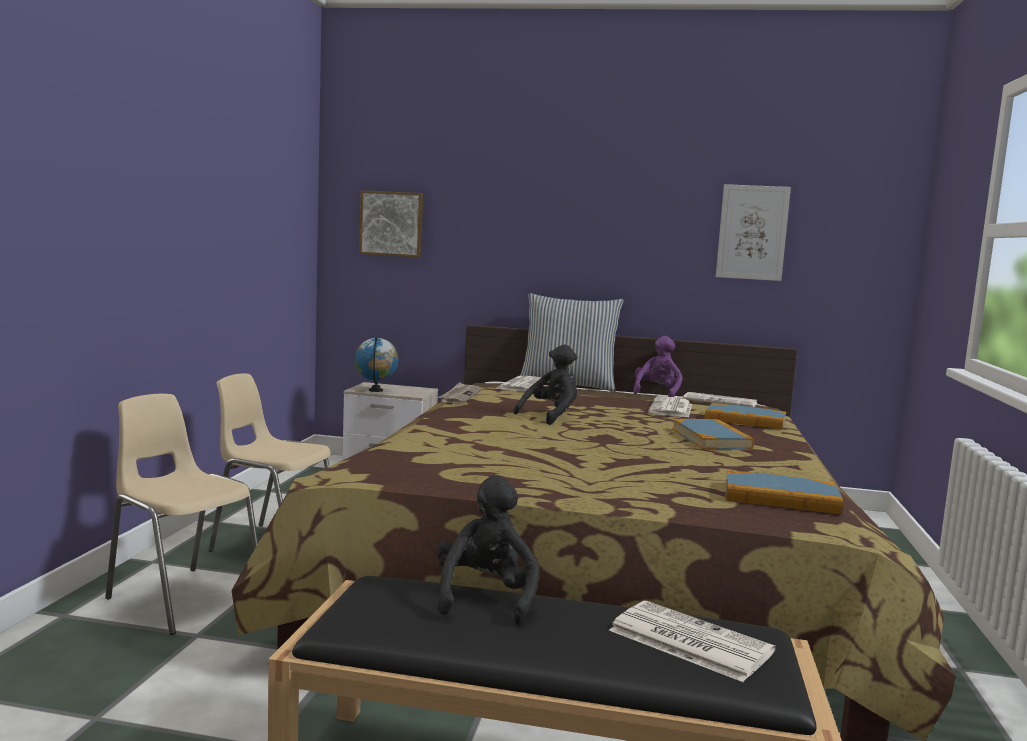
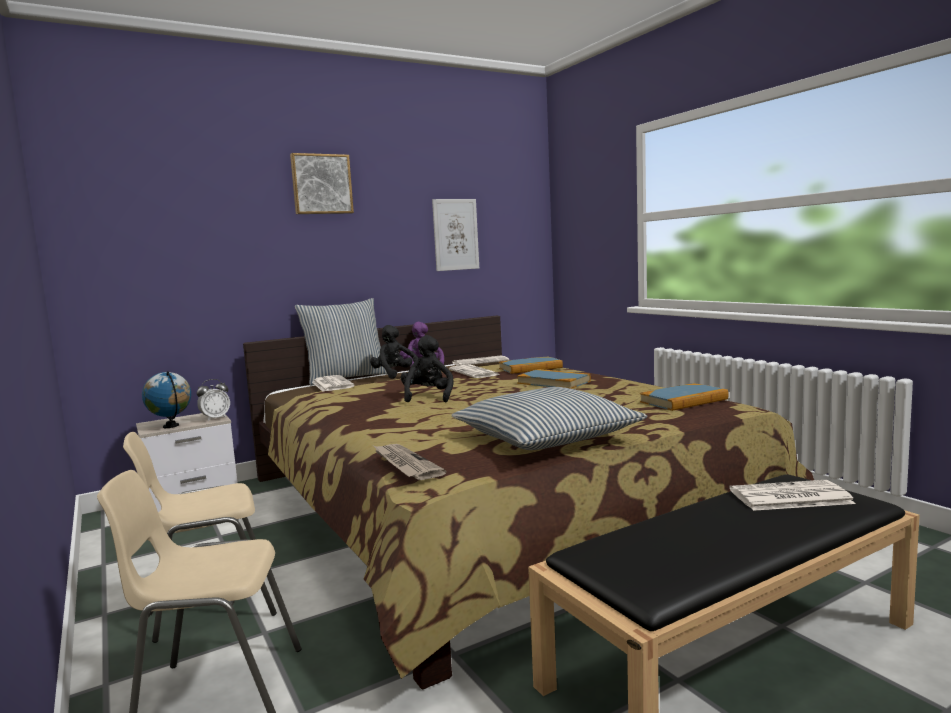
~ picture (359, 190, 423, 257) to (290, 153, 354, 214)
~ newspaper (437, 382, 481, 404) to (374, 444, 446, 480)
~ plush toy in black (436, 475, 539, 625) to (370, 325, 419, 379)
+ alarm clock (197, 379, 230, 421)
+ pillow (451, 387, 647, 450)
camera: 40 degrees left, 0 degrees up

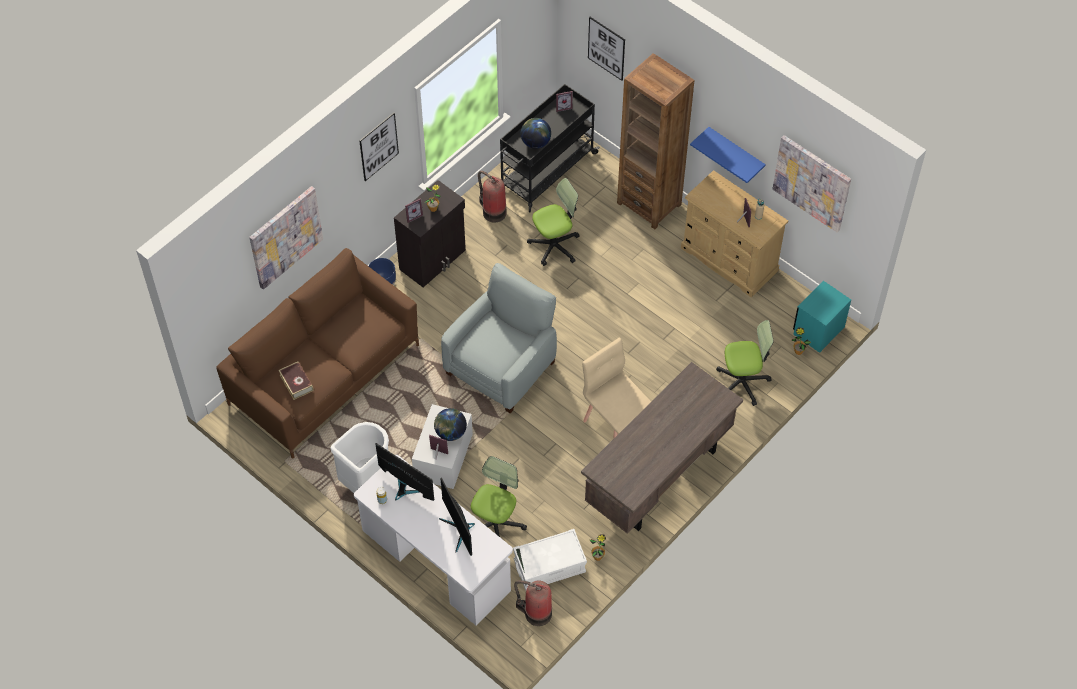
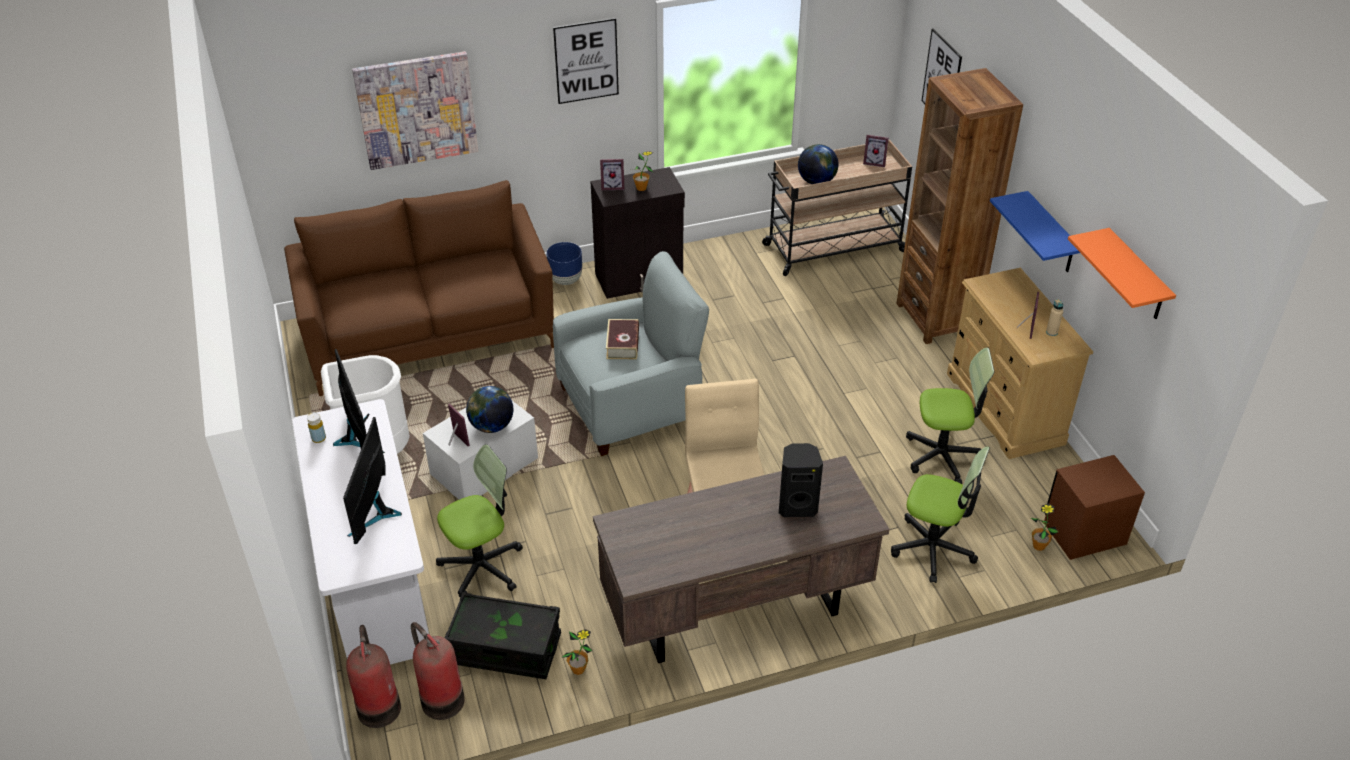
~ cart in black (500, 84, 600, 212) to cart in beige (762, 140, 912, 276)
~ picture (773, 135, 851, 232) to shelf in orange (1068, 228, 1176, 319)
~ fire extinguisher (478, 171, 506, 222) to (346, 625, 401, 728)
~ office chair (527, 178, 580, 266) to (906, 348, 995, 484)
~ nightstand in turquoise (793, 281, 851, 353) to nightstand in brown (1044, 455, 1145, 560)
~ book (279, 361, 314, 400) to (606, 319, 639, 359)
~ storage box in white (513, 529, 587, 590) to storage box in black (444, 592, 561, 679)
+ speaker in black (779, 443, 823, 517)
camera: 30 degrees right, 15 degrees down

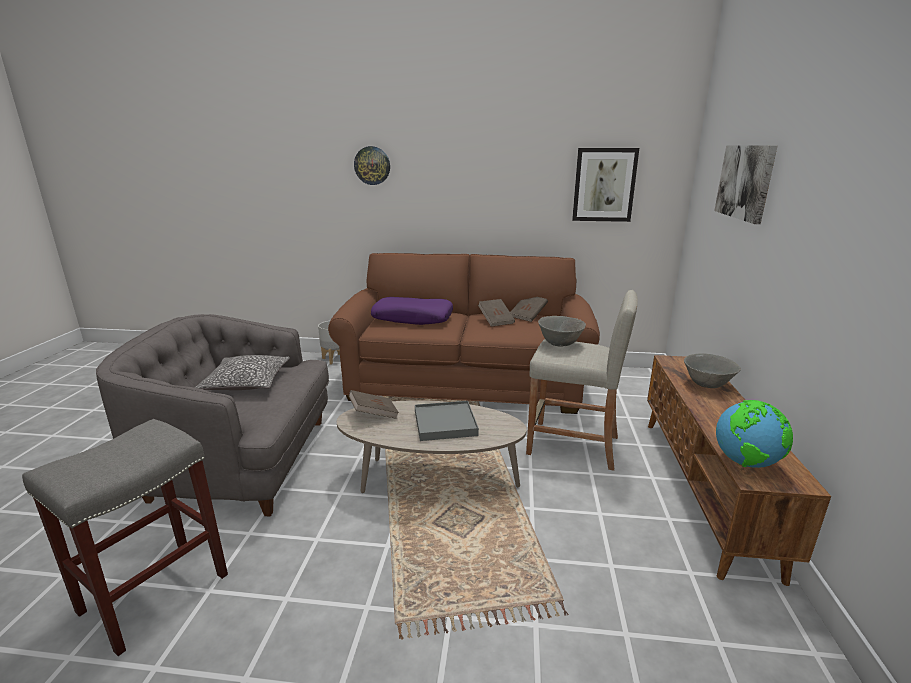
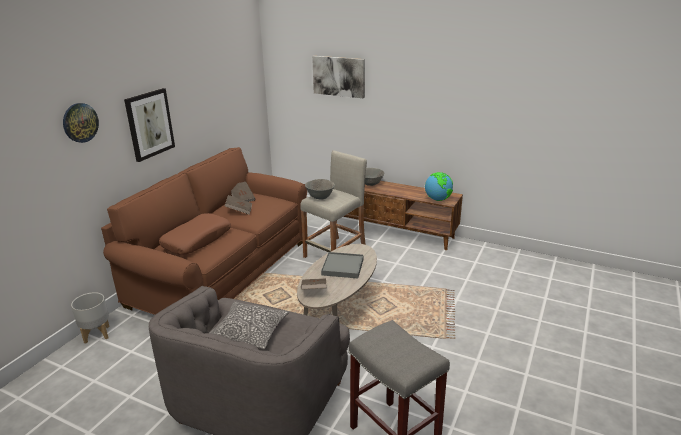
~ picture (572, 148, 639, 222) to (124, 88, 175, 162)
~ pillow in purple (371, 297, 453, 325) to pillow in brown (159, 213, 231, 255)
camera: 70 degrees left, 5 degrees up

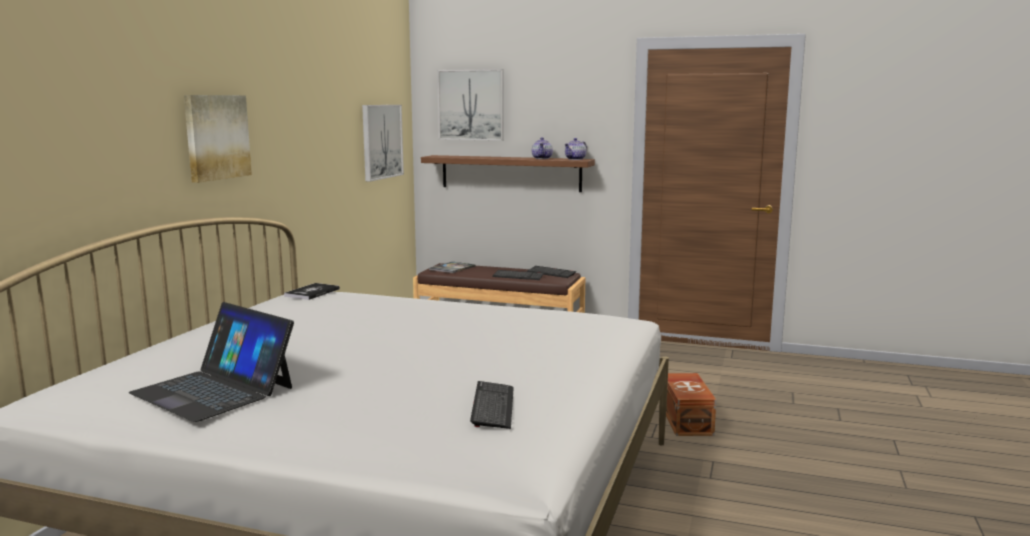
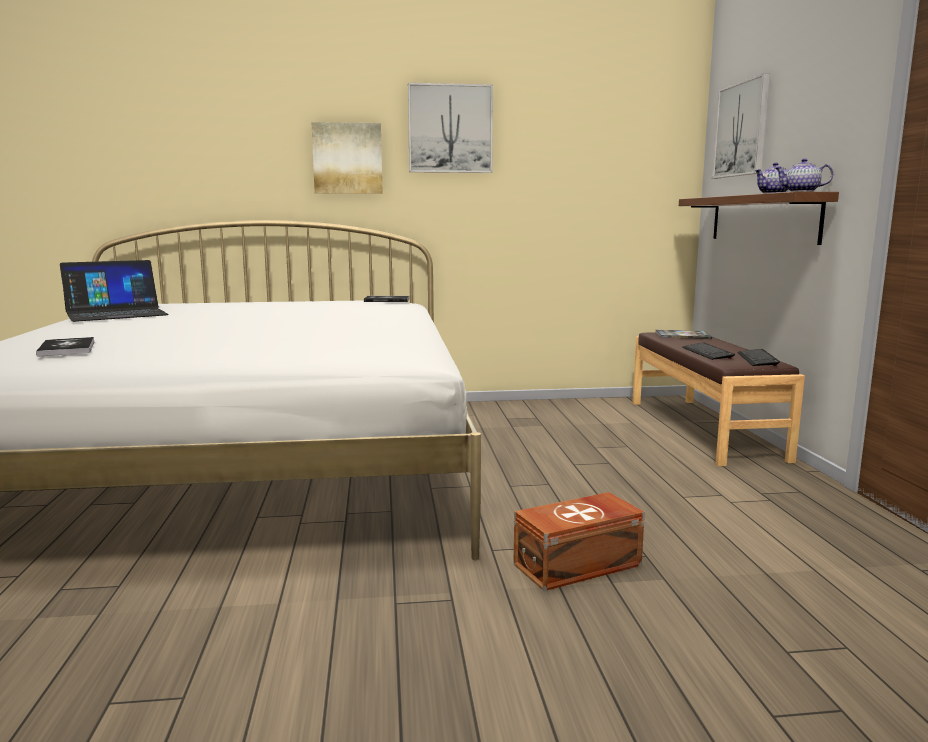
~ picture (362, 105, 404, 182) to (408, 83, 493, 173)
~ laptop (129, 302, 294, 422) = (60, 260, 169, 322) 135 degrees counterclockwise
~ keyboard (470, 381, 514, 429) to book (36, 337, 94, 357)
camera: 65 degrees right, 0 degrees up

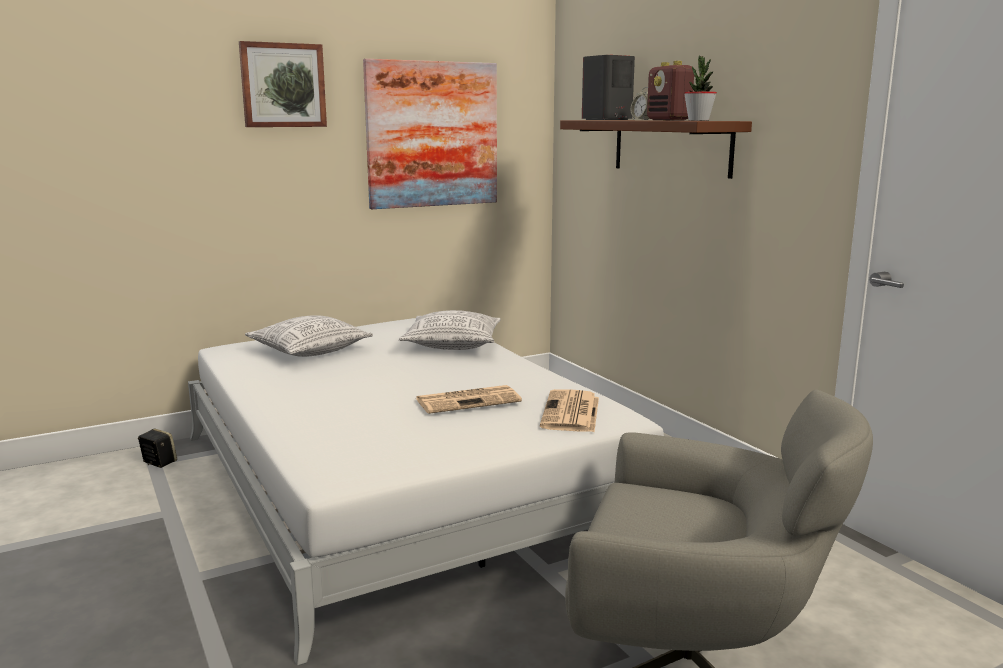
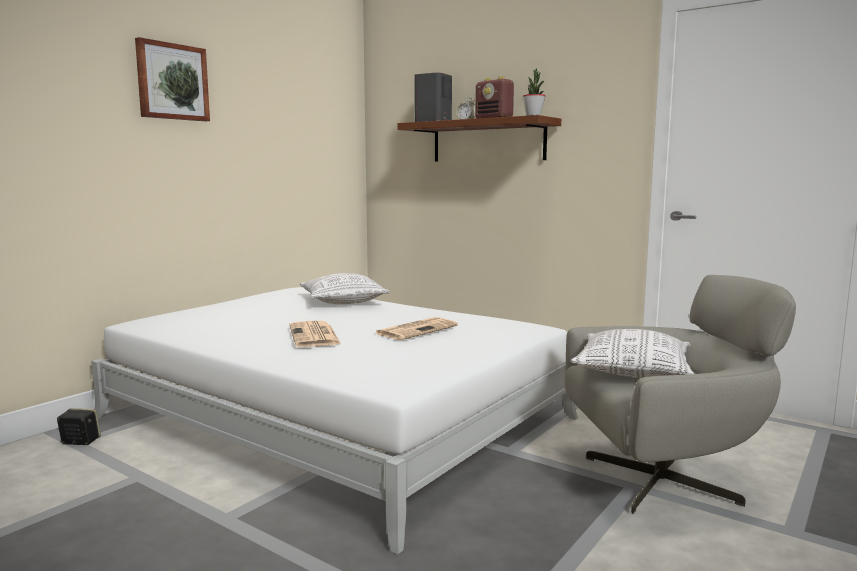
- picture (363, 59, 497, 209)
~ pillow (245, 315, 373, 357) to (571, 329, 694, 378)
~ newspaper (540, 389, 599, 432) to (289, 321, 341, 347)
camera: 25 degrees left, 5 degrees down

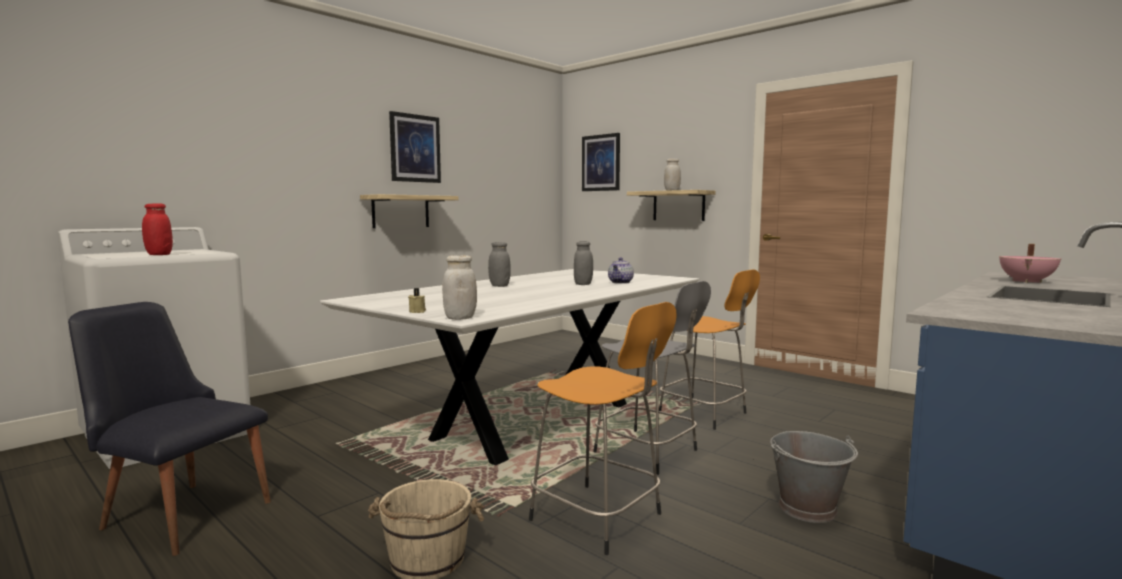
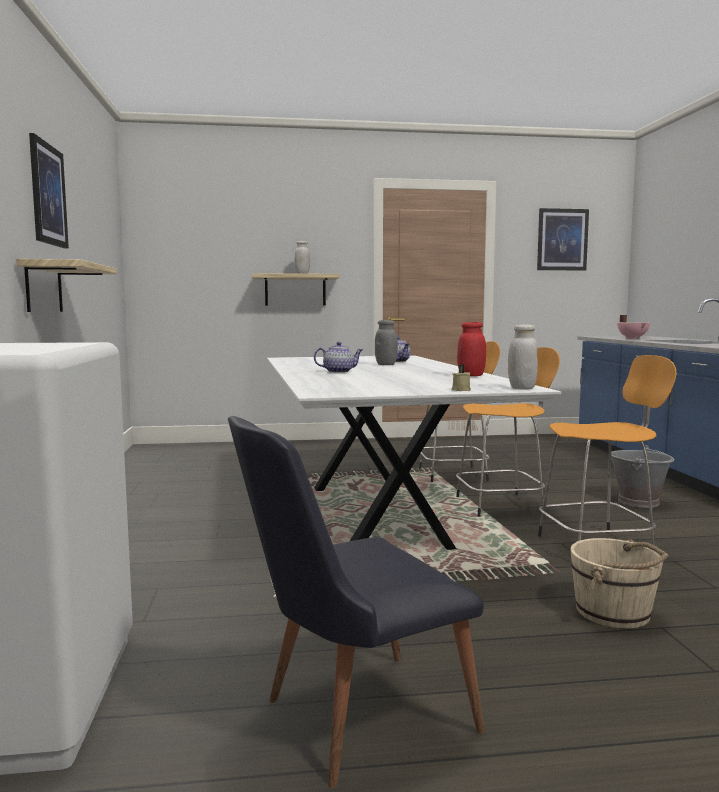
~ picture (582, 133, 620, 191) to (537, 208, 589, 271)
~ jar in red (142, 203, 173, 255) to (457, 322, 486, 376)
~ jar in grey (488, 242, 511, 287) to teapot (314, 342, 363, 373)
~ stool in grey (594, 281, 711, 475) to stool in orange (456, 347, 560, 517)
camera: 50 degrees left, 0 degrees up

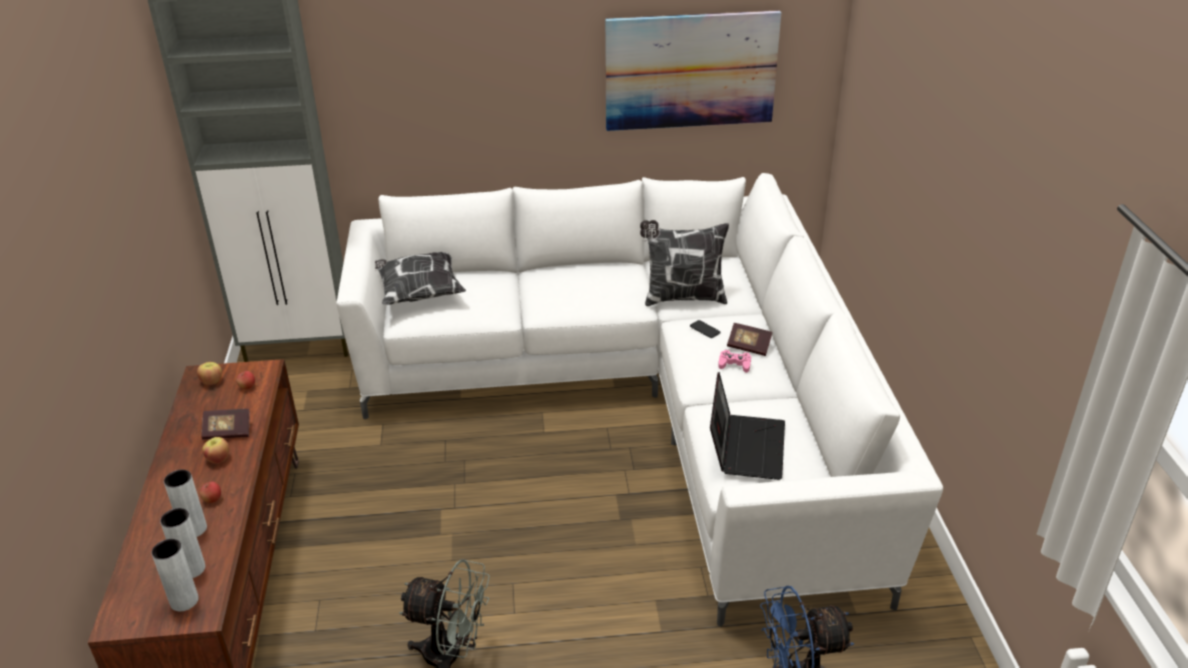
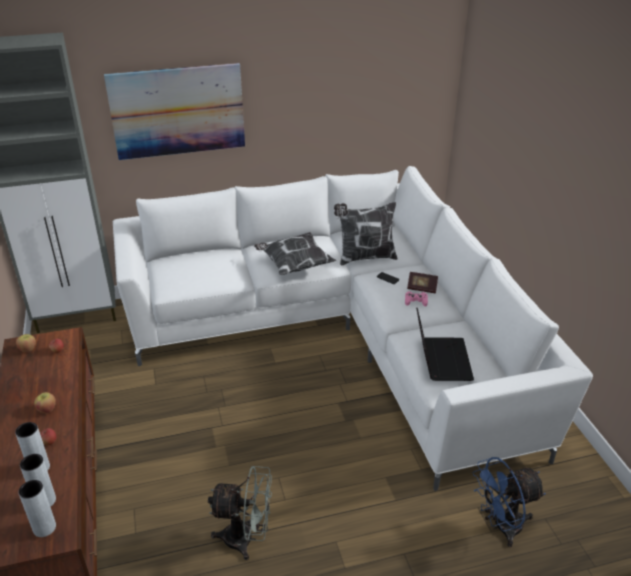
~ picture (605, 10, 781, 131) to (104, 63, 245, 160)
~ pillow (375, 252, 466, 305) to (254, 232, 336, 275)
- book (201, 409, 250, 439)
camera: 10 degrees left, 0 degrees up

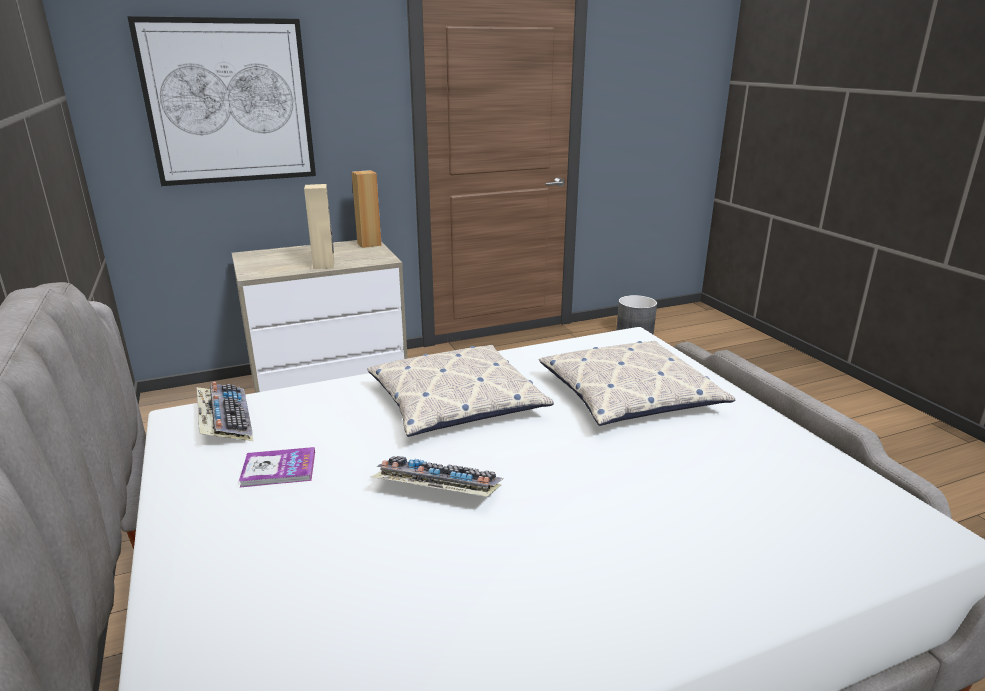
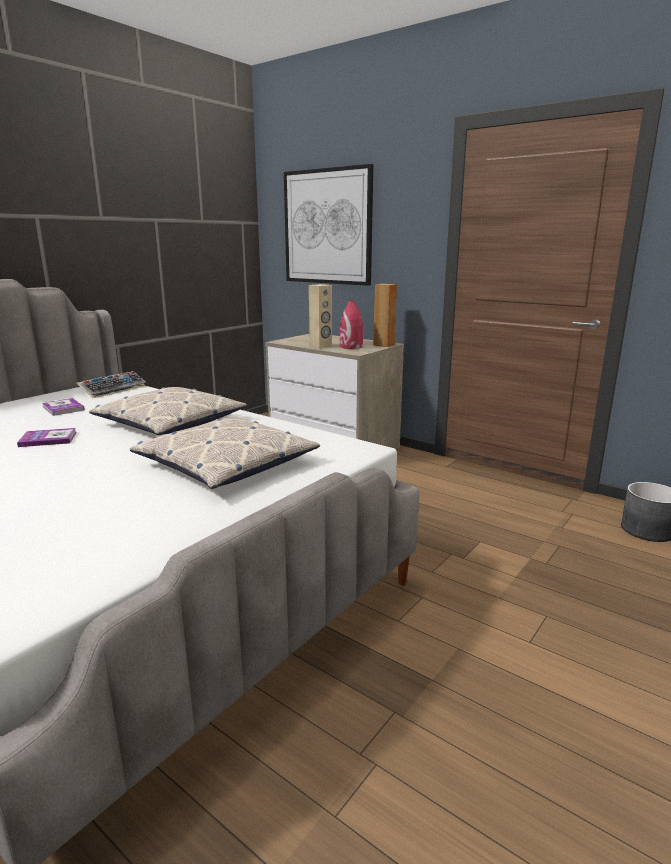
~ keyboard (371, 456, 504, 497) to book (17, 428, 77, 447)
+ vase in red (340, 301, 363, 349)
camera: 60 degrees right, 5 degrees down

